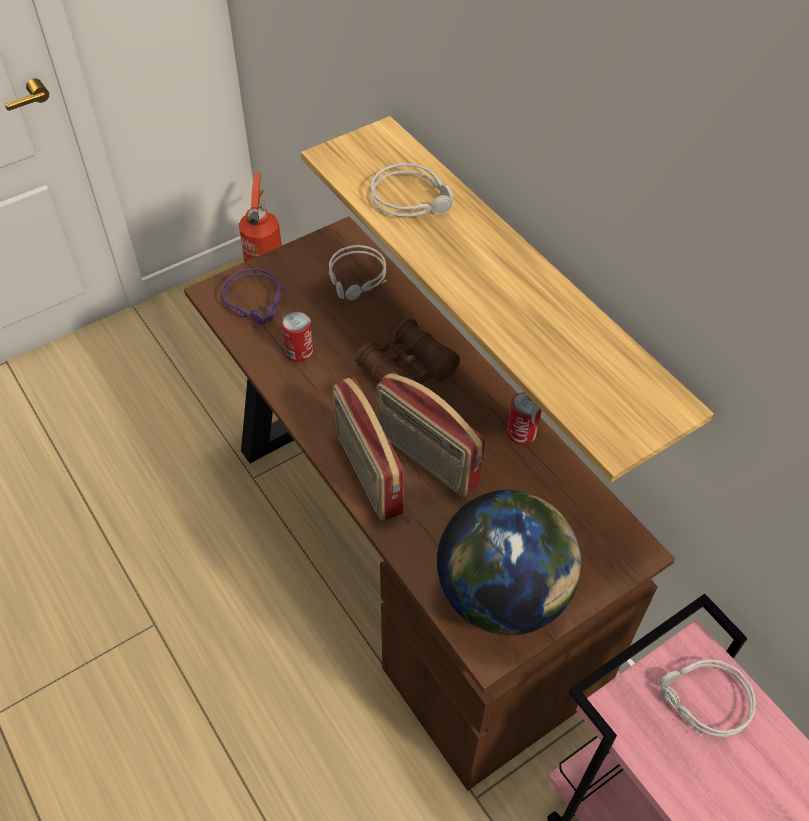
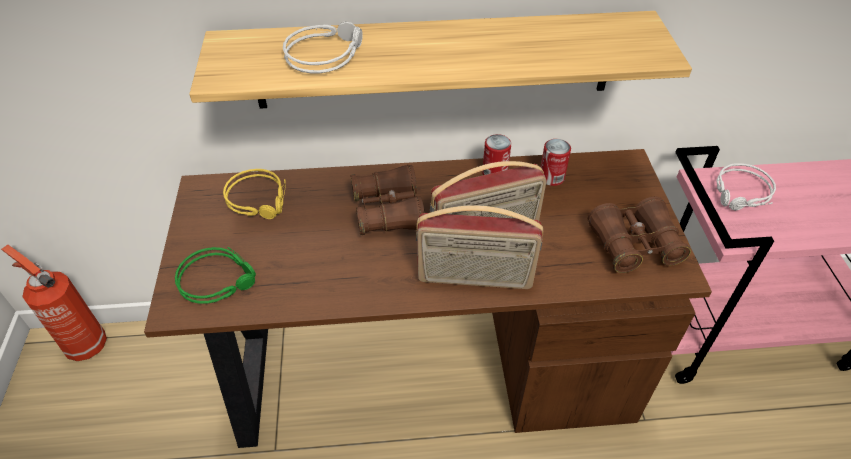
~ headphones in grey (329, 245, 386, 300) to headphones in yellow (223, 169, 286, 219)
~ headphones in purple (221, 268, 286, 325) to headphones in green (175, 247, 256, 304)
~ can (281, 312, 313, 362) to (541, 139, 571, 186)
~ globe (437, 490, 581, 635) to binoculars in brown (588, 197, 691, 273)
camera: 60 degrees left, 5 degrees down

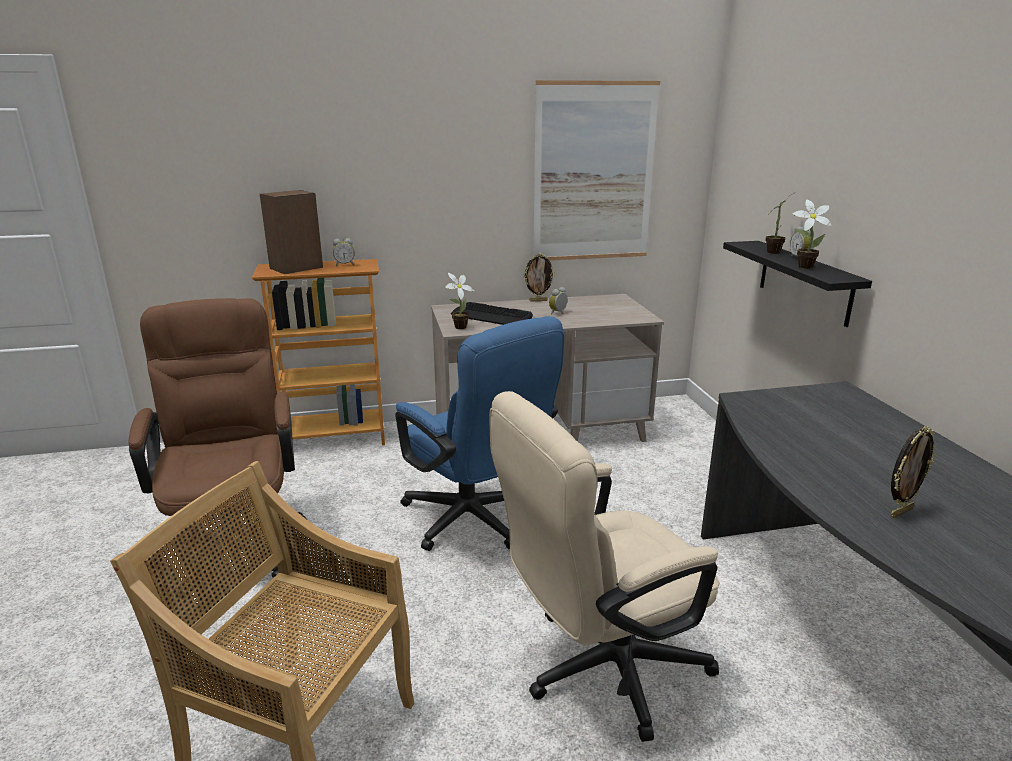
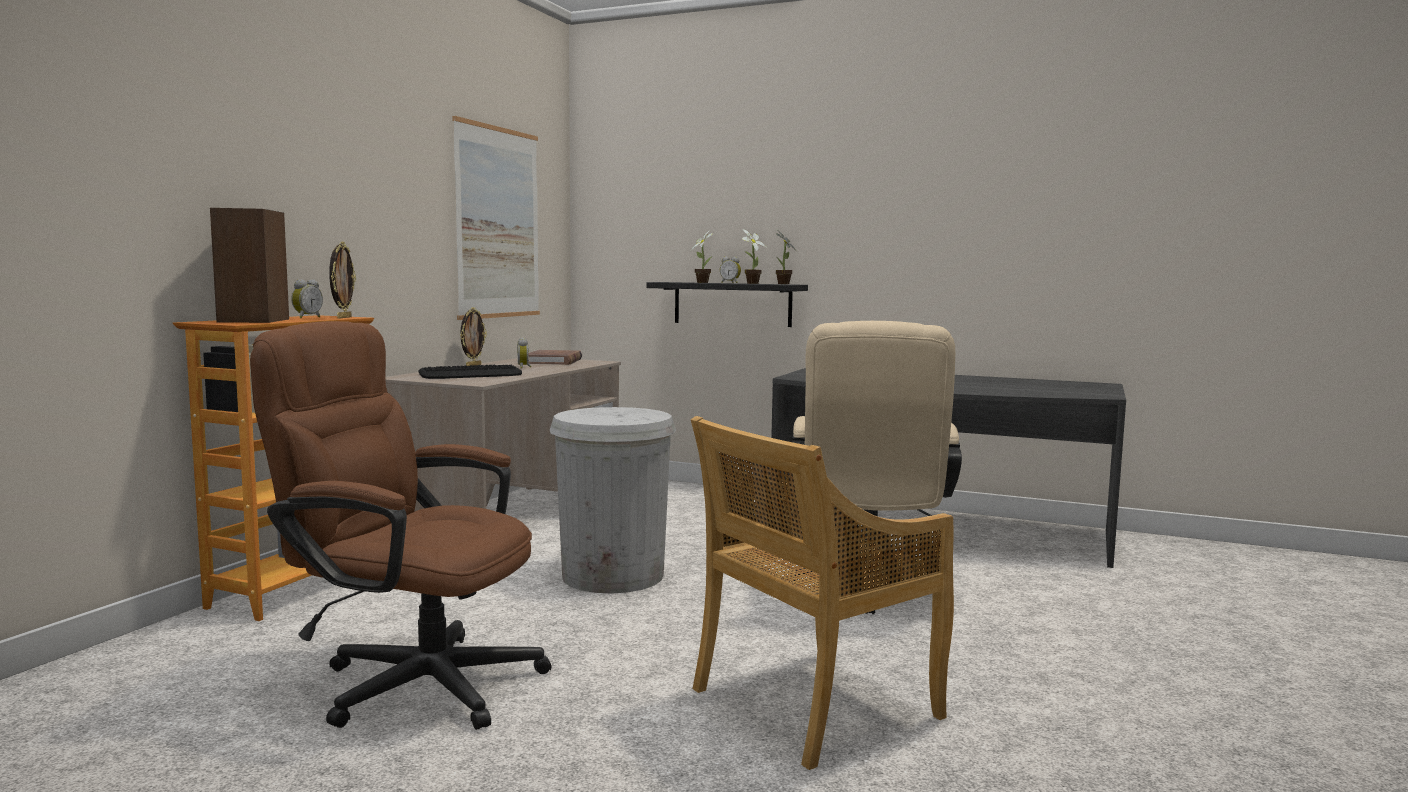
~ potted plant (445, 273, 474, 329) to (776, 230, 797, 284)
~ office chair in blue (395, 316, 564, 551) to trash can in white (550, 407, 676, 594)
~ picture frame (891, 426, 935, 518) to (329, 242, 356, 319)
+ book in brown (528, 350, 582, 365)
camera: 55 degrees left, 15 degrees down

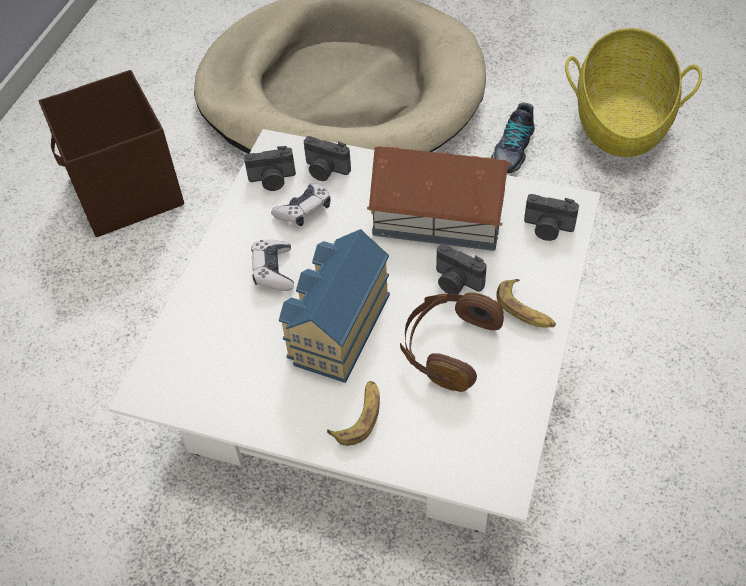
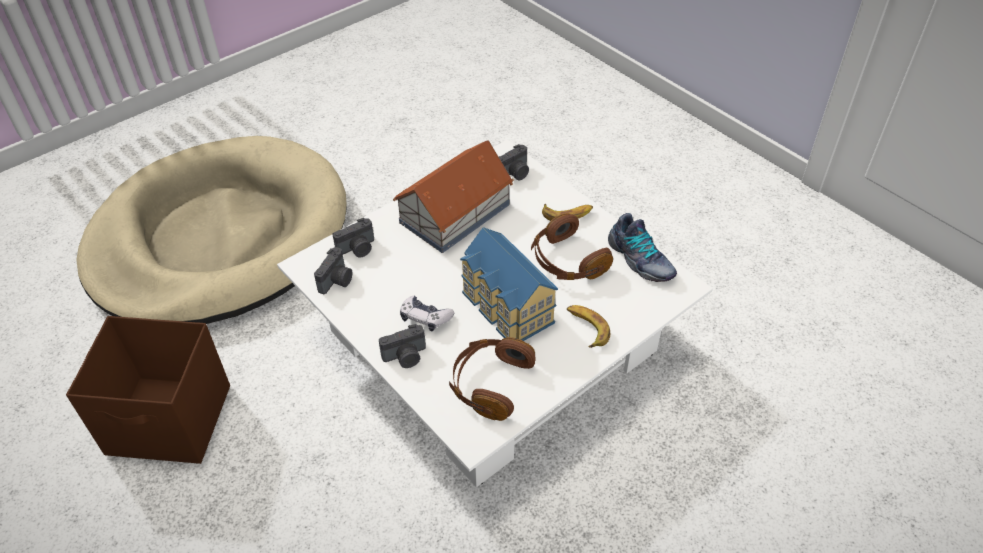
- basket (565, 28, 702, 157)
~ shoe (491, 102, 535, 173) to (608, 213, 677, 282)
- game controller (271, 183, 331, 226)
~ photo camera (436, 244, 487, 295) to (379, 324, 426, 368)
+ headphones in brown (449, 337, 536, 421)
camera: 60 degrees left, 5 degrees down

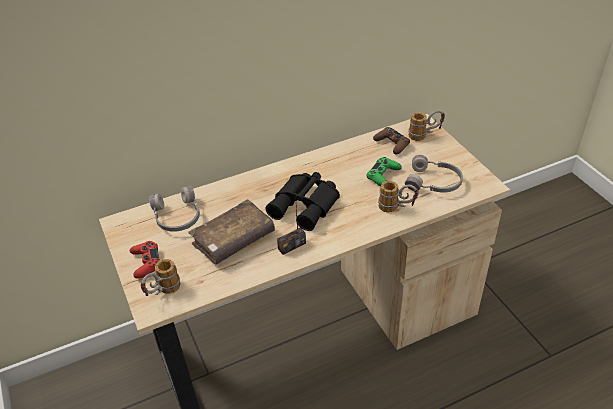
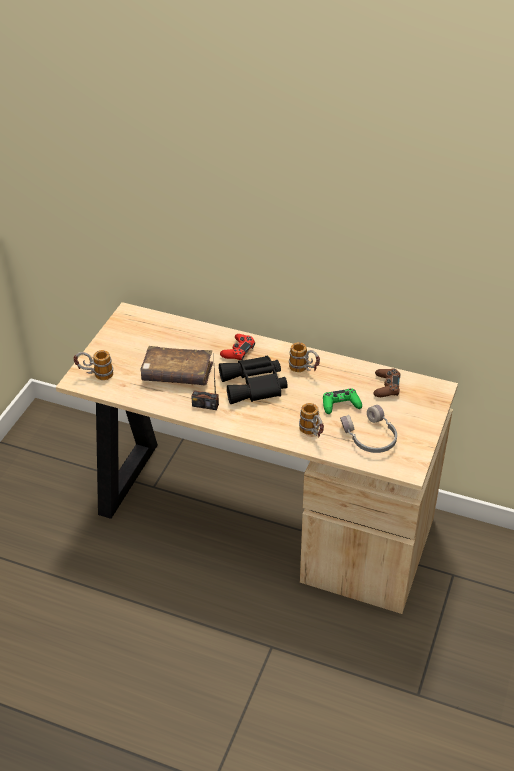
~ mug (408, 110, 445, 141) to (289, 342, 320, 372)
- headphones in grey (149, 186, 200, 232)
~ game controller in red (130, 241, 160, 279) to (220, 334, 255, 361)
camera: 45 degrees right, 0 degrees up

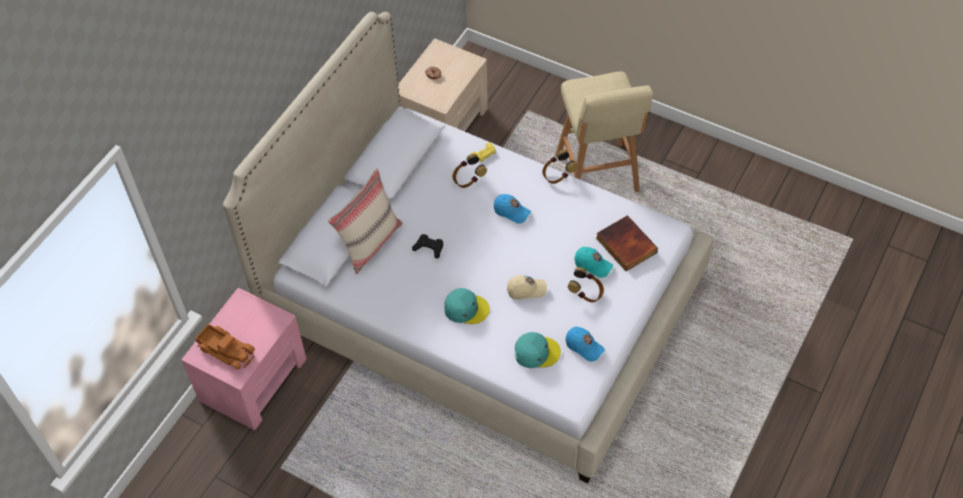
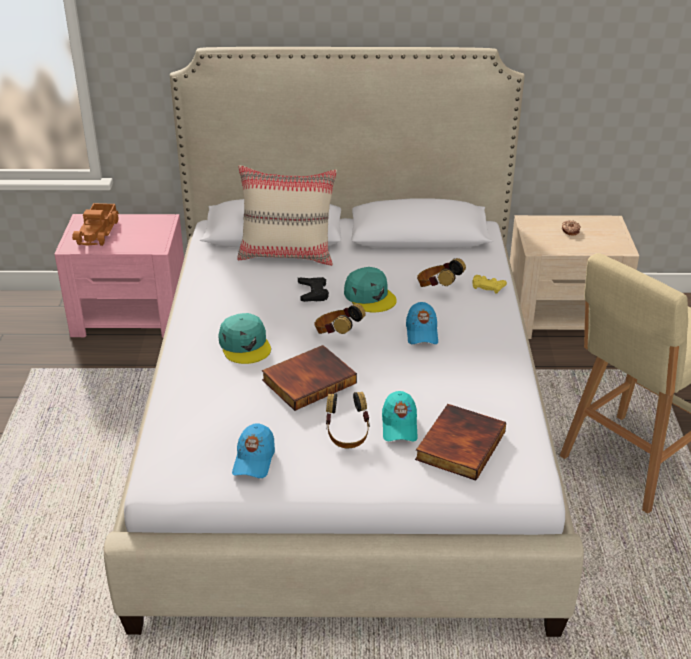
~ headphones (542, 150, 577, 184) to (314, 303, 366, 334)
~ cap in beige (507, 275, 547, 300) to book (262, 345, 357, 411)
~ cap in turquoise (515, 332, 561, 368) to (344, 267, 397, 312)
camera: 60 degrees right, 20 degrees down

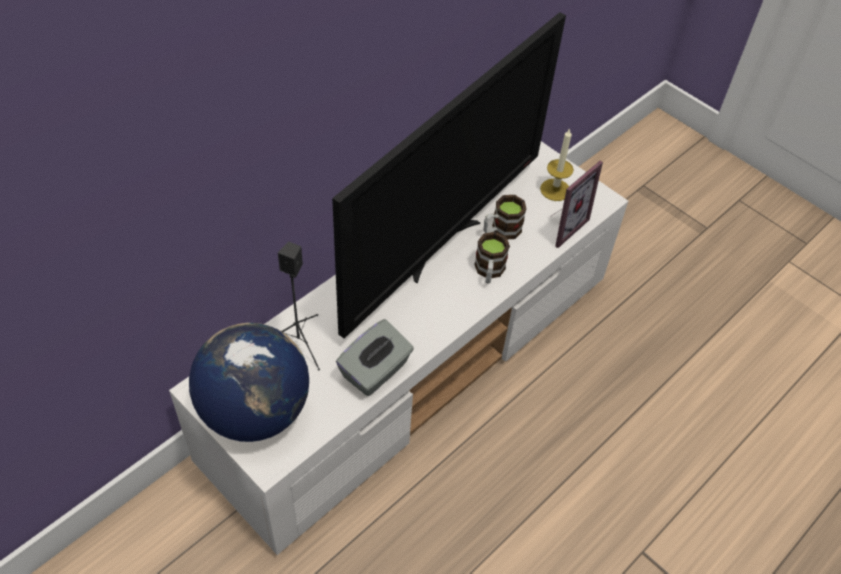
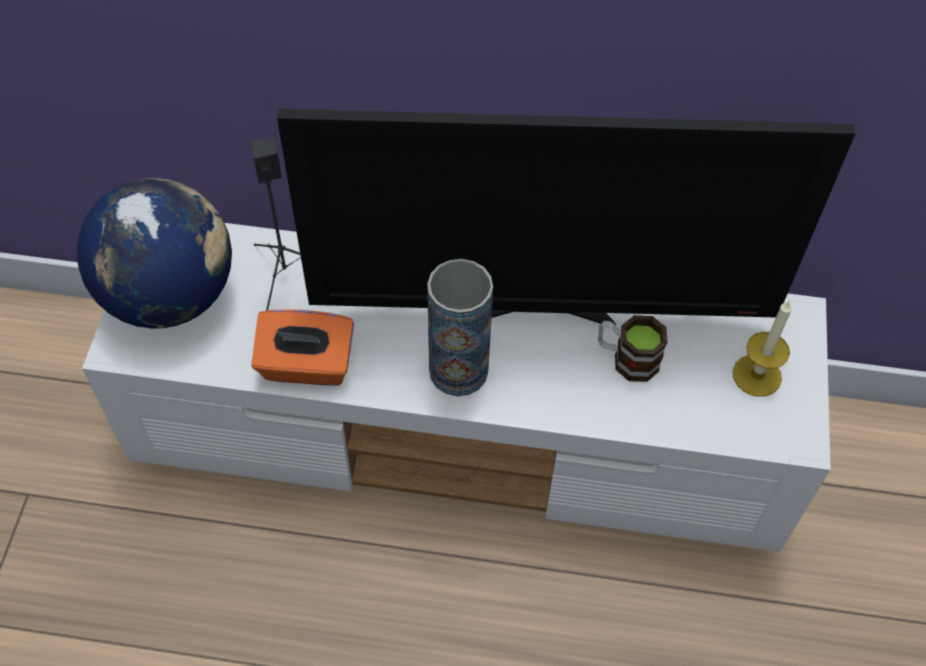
- picture frame (550, 161, 603, 248)
- mug (474, 232, 510, 283)
~ tissue box in grey (336, 319, 414, 396) to tissue box in orange (251, 309, 354, 386)
+ vase (427, 259, 493, 396)
camera: 55 degrees right, 5 degrees up

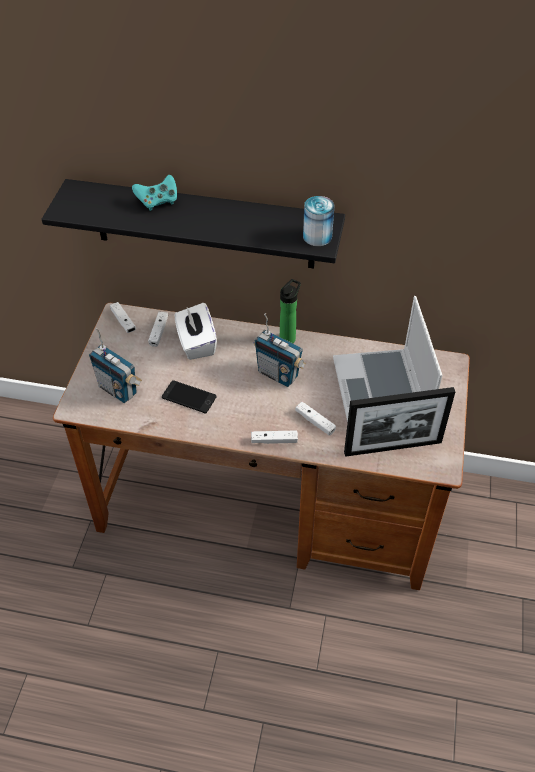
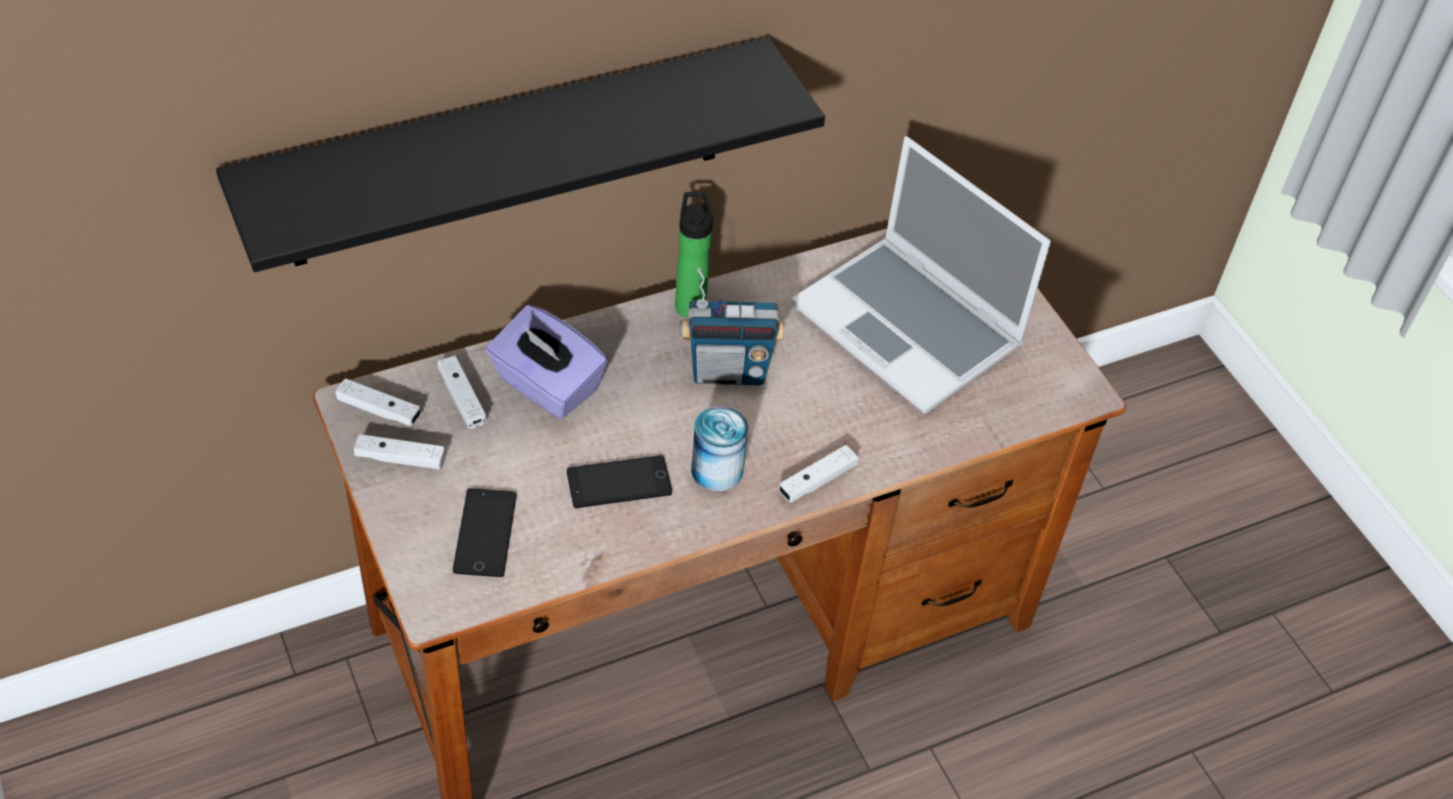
- game controller in turquoise (132, 175, 177, 211)
~ can (303, 196, 335, 246) to (691, 406, 748, 491)
~ tissue box in white (175, 303, 217, 360) to tissue box in purple (486, 305, 608, 419)
~ radio (89, 328, 142, 403) to phone (453, 488, 517, 577)
- picture frame (344, 387, 455, 457)
~ game controller in white (295, 402, 336, 436) to (354, 434, 445, 470)
camera: 40 degrees left, 0 degrees up

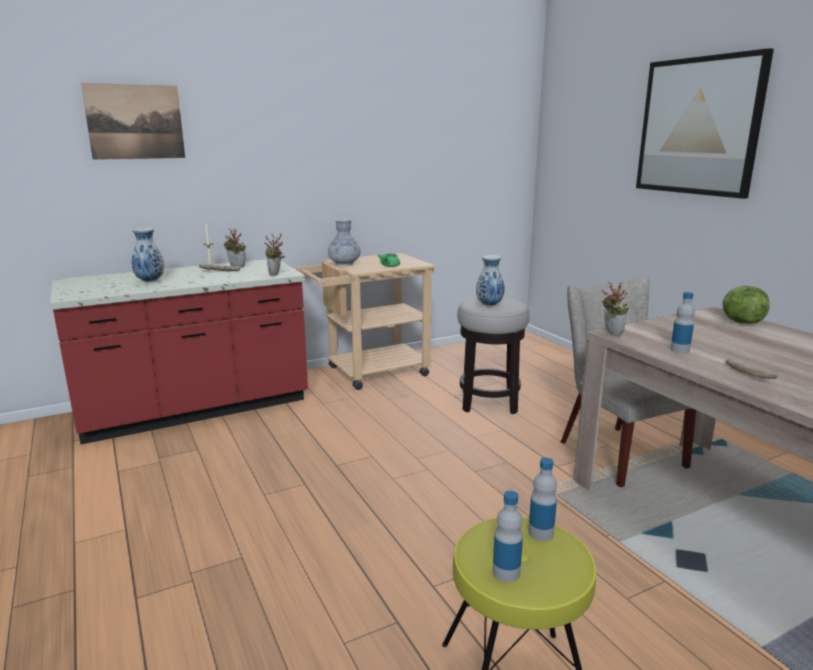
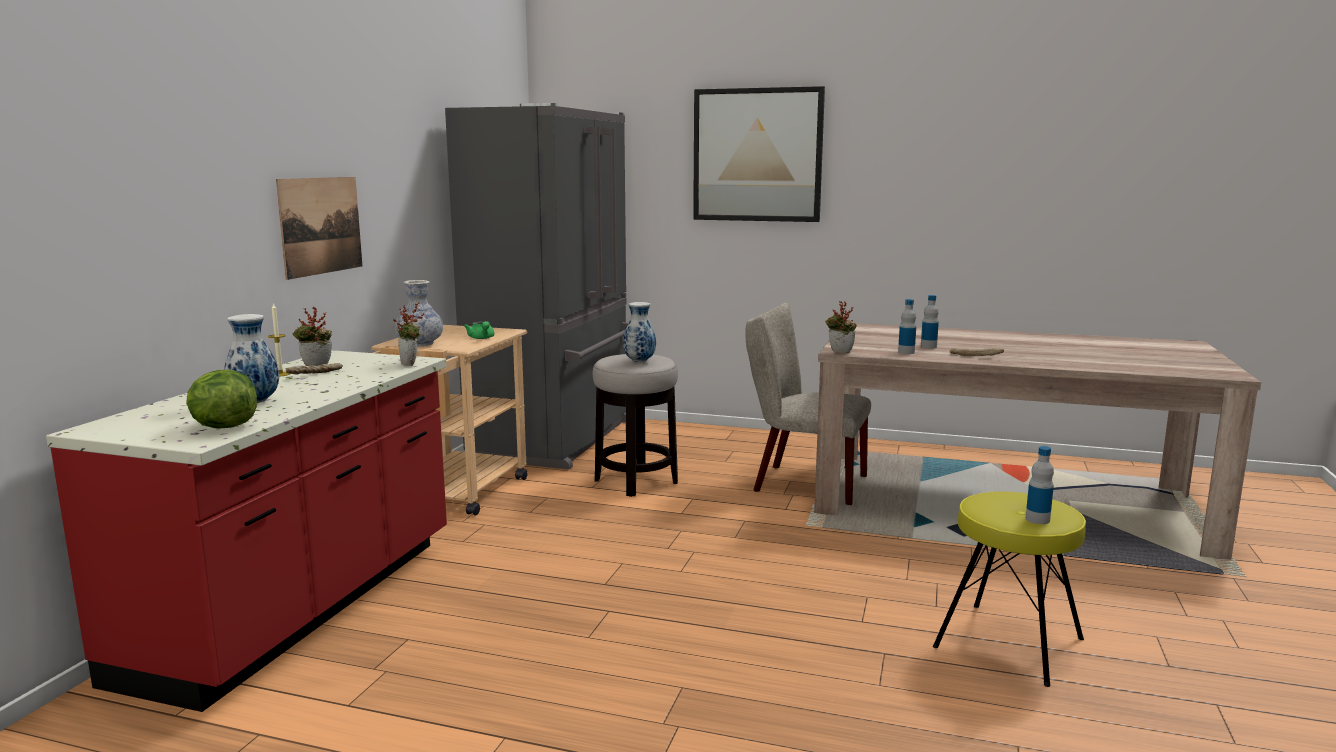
~ picture (81, 83, 185, 160) to (276, 177, 362, 280)
~ lettuce (722, 286, 770, 324) to (186, 370, 257, 428)
~ bottle (528, 457, 557, 541) to (921, 295, 939, 348)
+ fridge in grey (445, 103, 628, 469)
camera: 45 degrees left, 5 degrees down

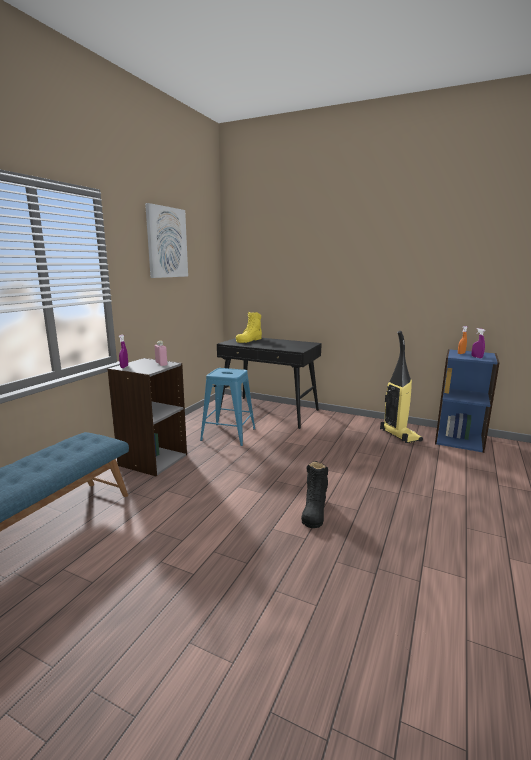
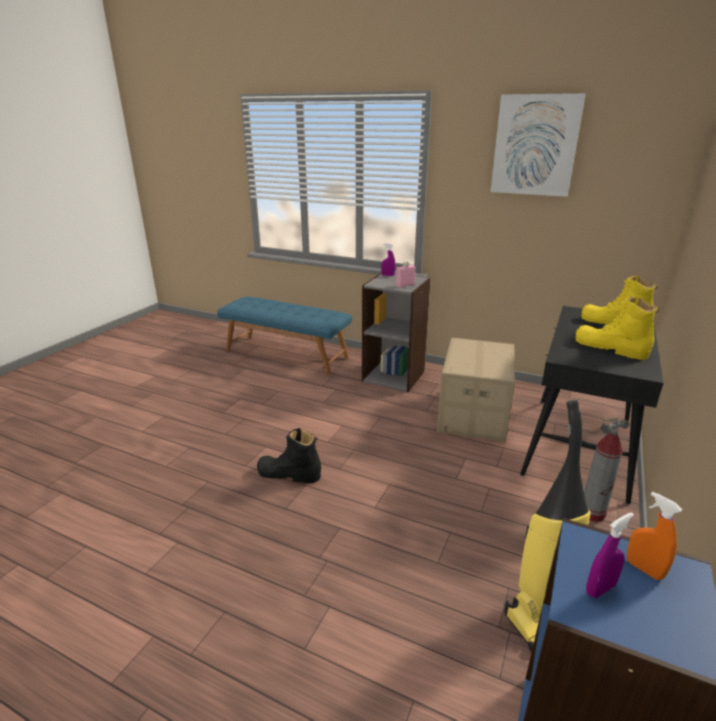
~ stool in blue (200, 368, 255, 446) to cardboard box (437, 338, 515, 442)
+ boot in yellow (576, 297, 660, 360)
+ fire extinguisher (584, 418, 629, 522)
camera: 90 degrees right, 10 degrees up

